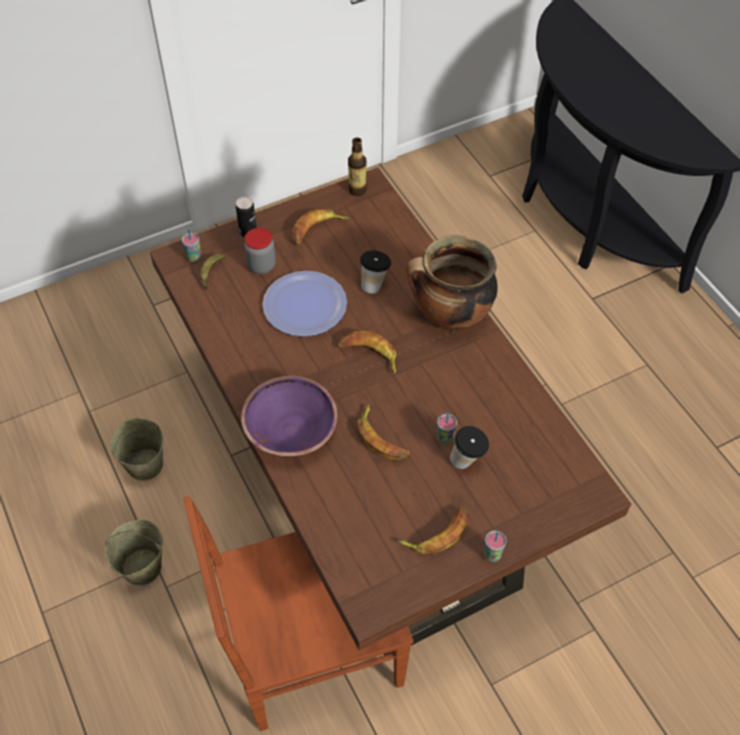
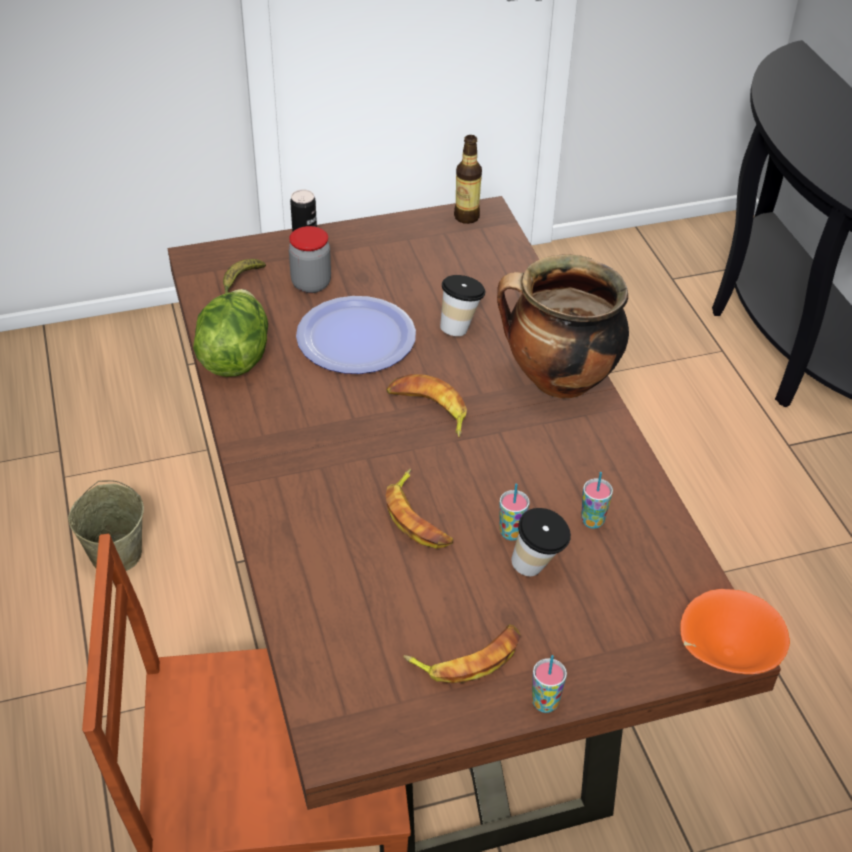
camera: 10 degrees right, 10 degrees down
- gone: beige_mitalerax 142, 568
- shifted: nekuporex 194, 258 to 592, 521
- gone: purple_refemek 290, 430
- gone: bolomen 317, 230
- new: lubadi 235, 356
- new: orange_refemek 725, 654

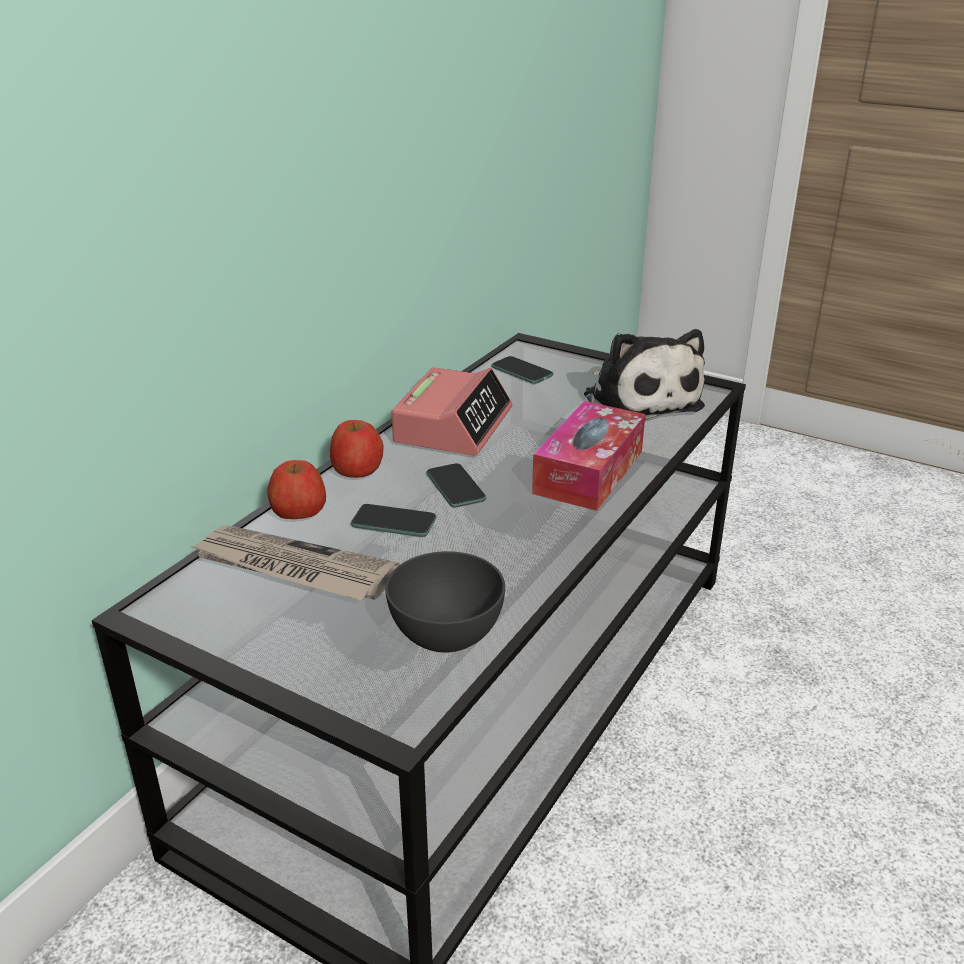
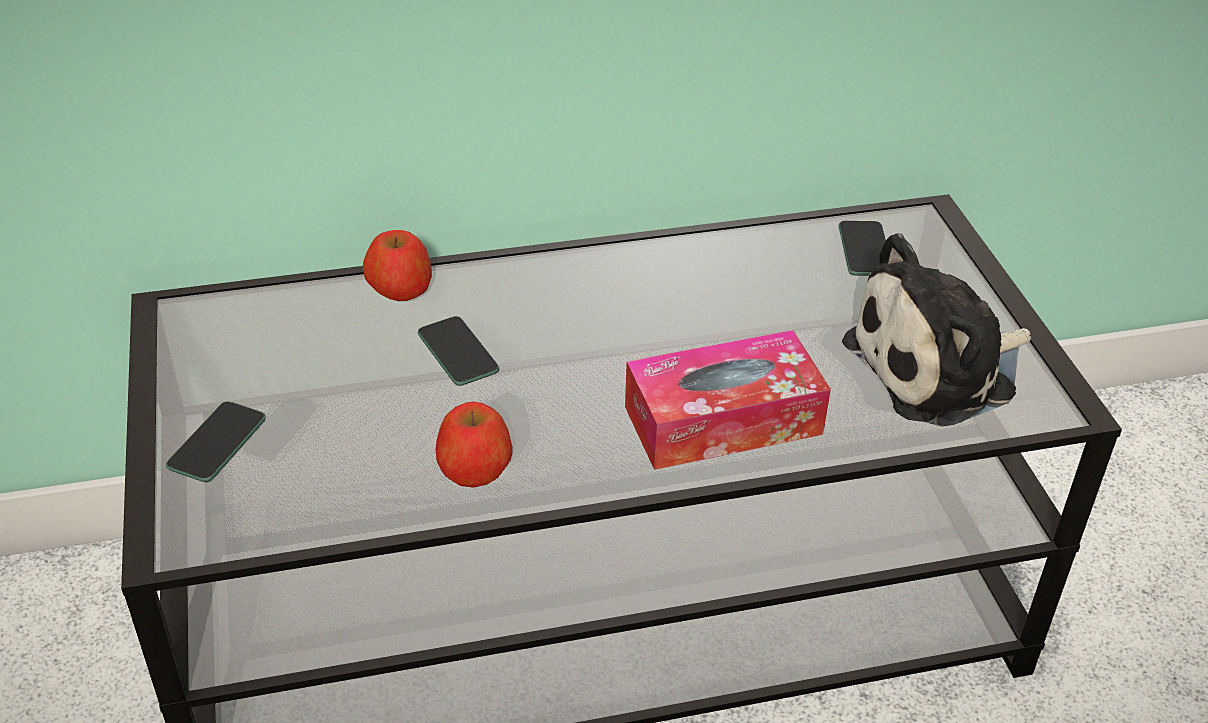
camera: 45 degrees right, 10 degrees up
- gone: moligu 293, 568
- shifted: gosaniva 357, 469 to 475, 468
- gone: grey_refemek 447, 636
- gone: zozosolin 453, 425
- shifted: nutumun 455, 487 to 217, 443
- rotated: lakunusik 639, 400 = 938, 368 45 degrees clockwise

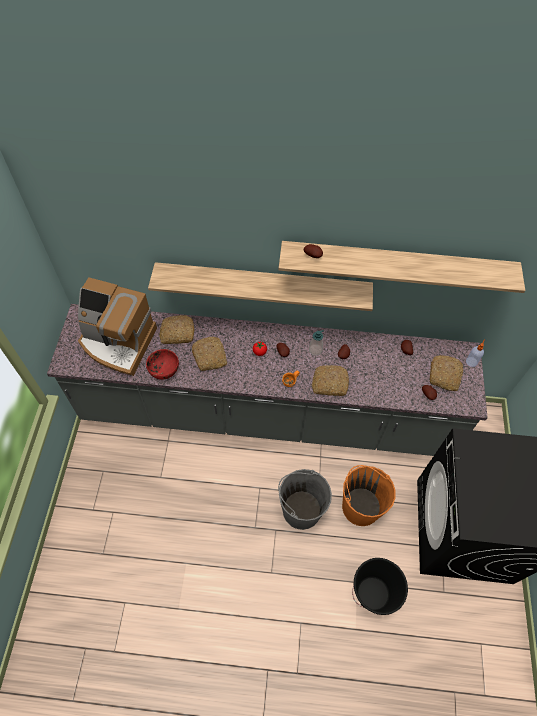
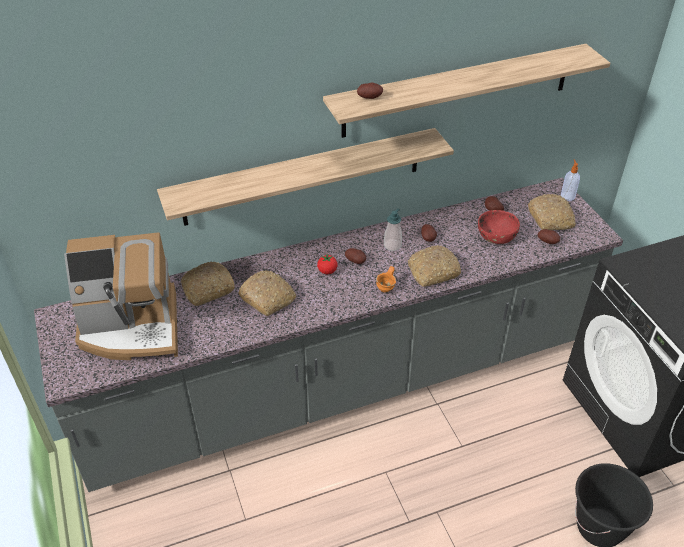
camera: 25 degrees left, 15 degrees down
- shifted: red_refemek 164, 369 to 496, 236
- gone: grey_mitalerax 301, 510
- gone: orange_mitalerax 360, 506

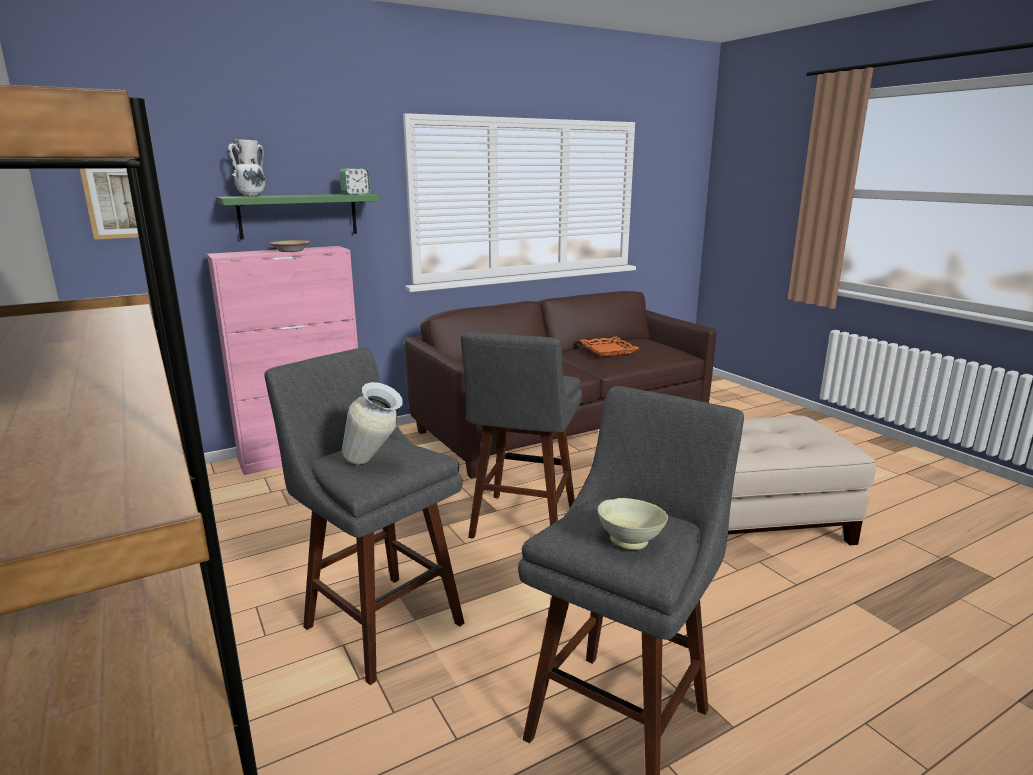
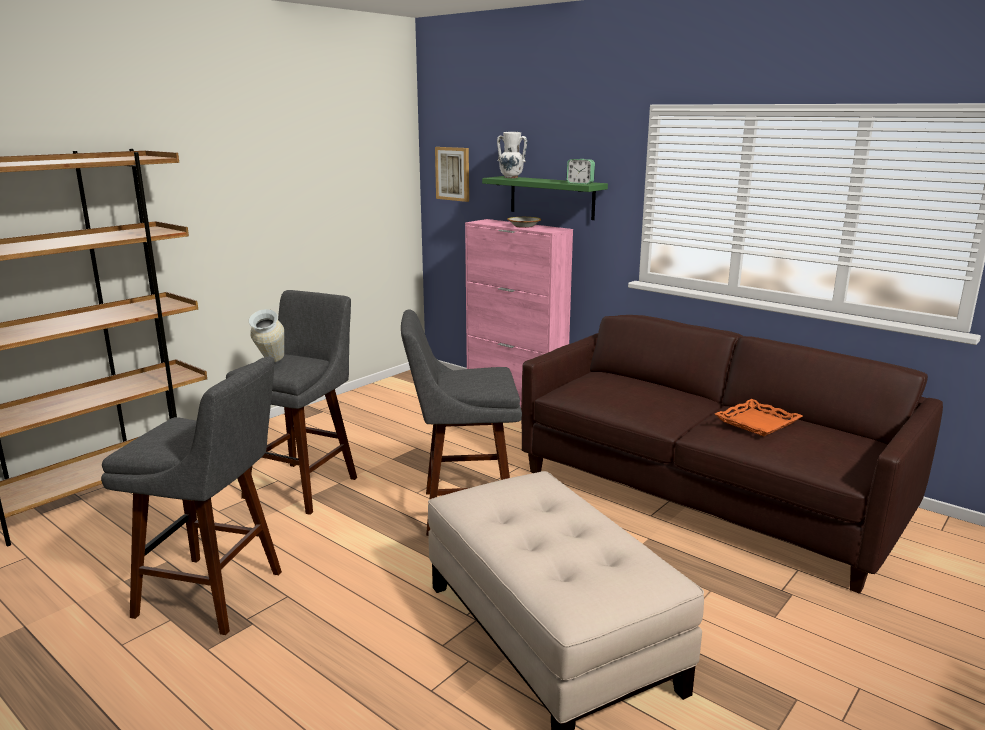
camera: 70 degrees right, 0 degrees up
- gone: beige_refemek 631, 541

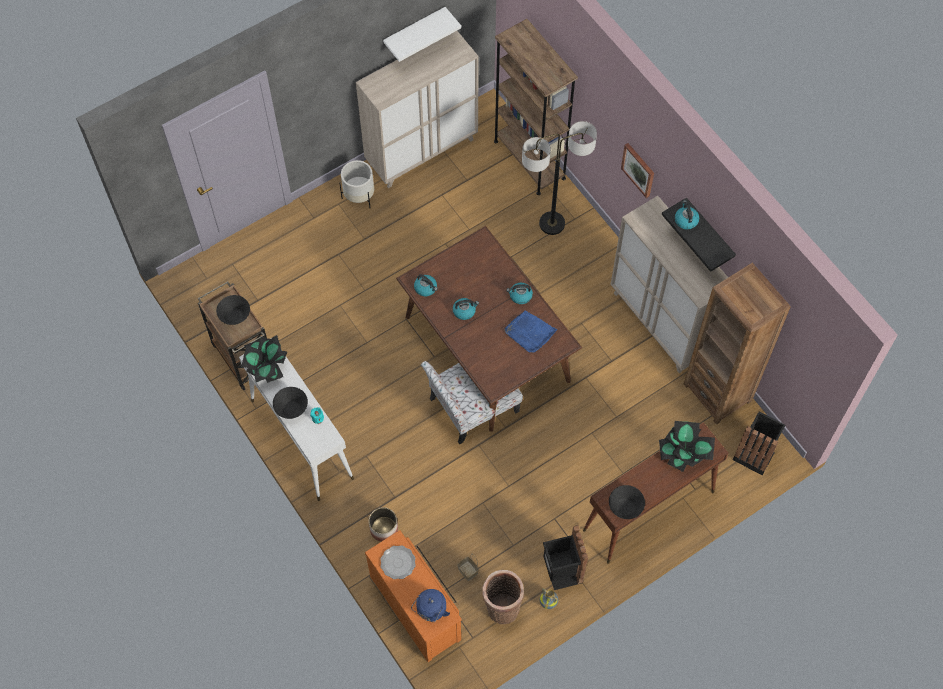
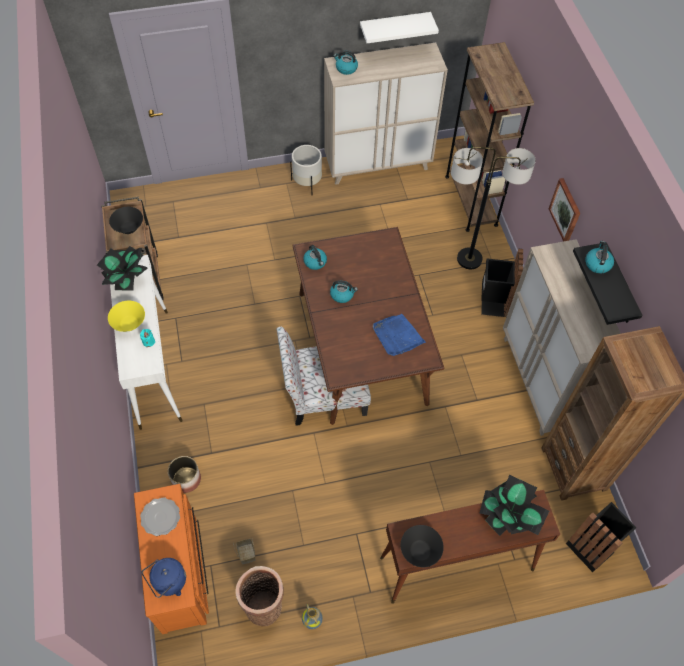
camera: 20 degrees right, 5 degrees down
- repainted: black_refemek 291, 408 to yellow_refemek 129, 324
- shifted: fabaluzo 520, 296 to 346, 68
- shifted: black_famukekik 561, 571 to 493, 303

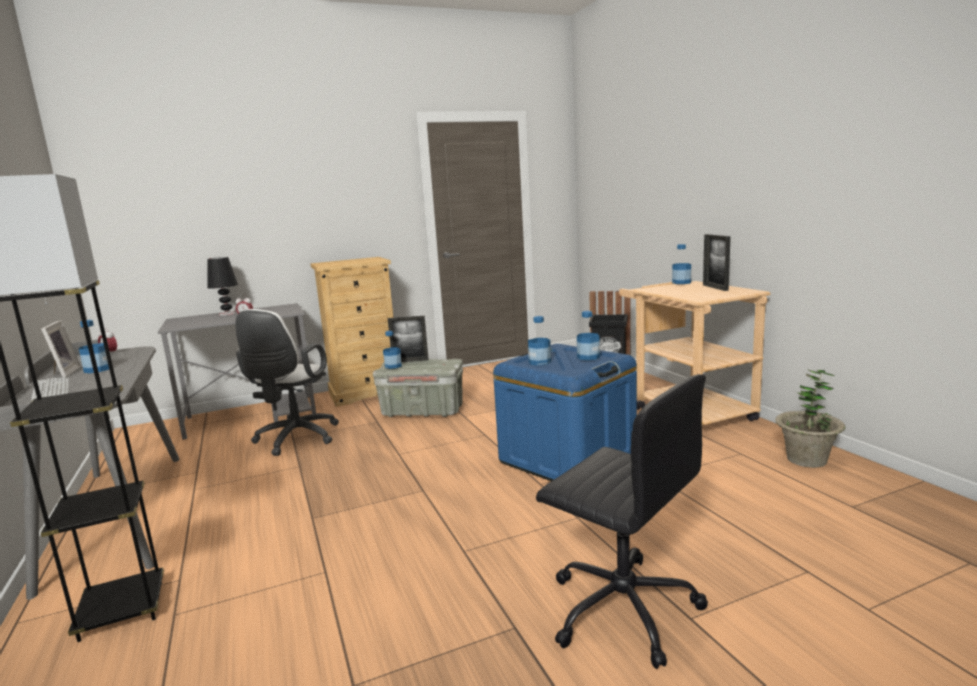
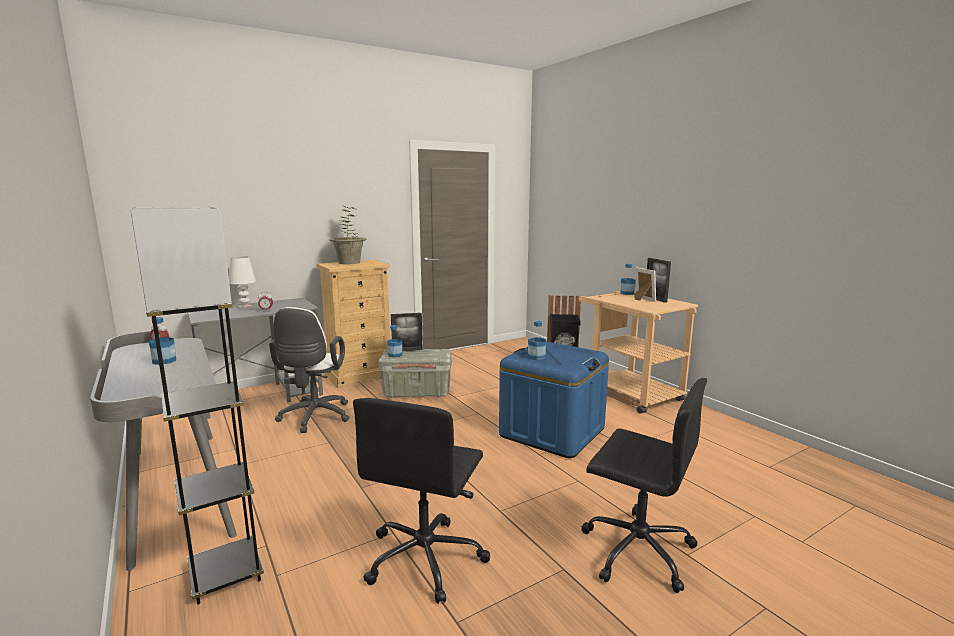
camera: 10 degrees left, 0 degrees up
- gone: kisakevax 51, 390
- shifted: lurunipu 63, 373 to 642, 300
- repainted: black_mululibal 227, 314 to white_mululibal 245, 306
- gone: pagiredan 588, 357
- shifted: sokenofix 806, 460 to 349, 262
- new: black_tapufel 426, 558

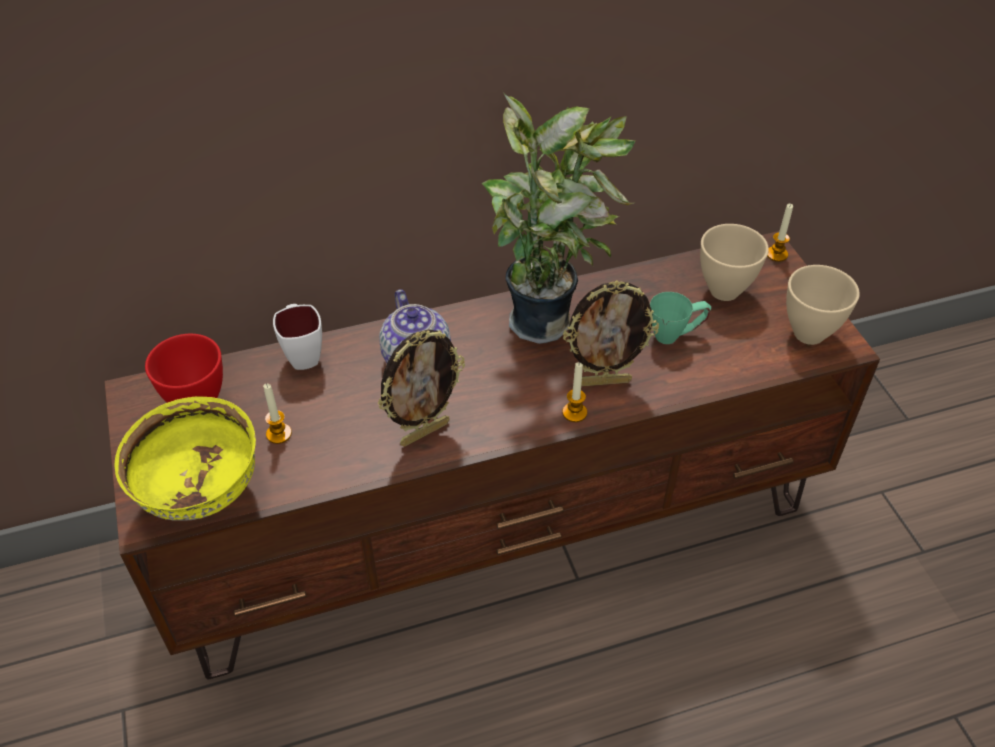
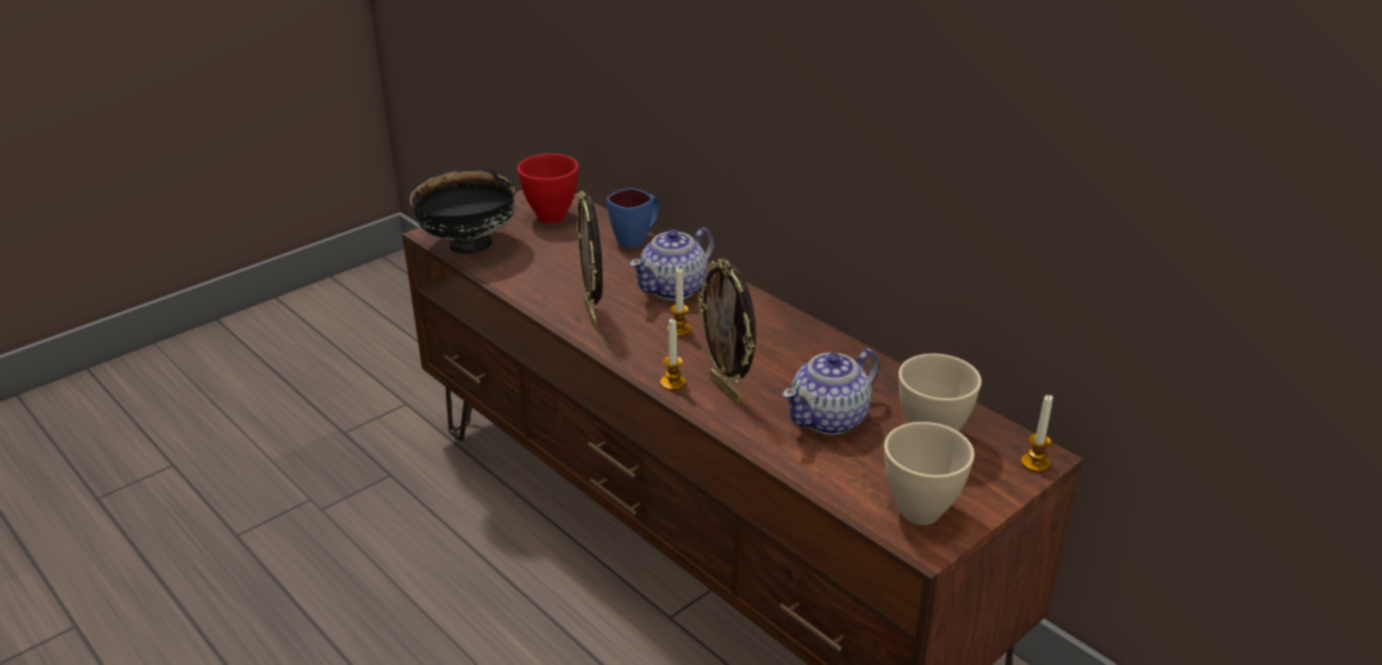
camera: 65 degrees right, 15 degrees down
- repainted: yellow_refemek 203, 496 to black_refemek 468, 245
- shifted: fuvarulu 279, 434 to 679, 330
- repainted: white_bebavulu 302, 353 to blue_bebavulu 637, 239
- rotated: lurunipu 424, 432 = 593, 314 45 degrees clockwise
- gone: sokenofix 546, 320
- swapped: green_bebavulu 675, 335 to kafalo 830, 419

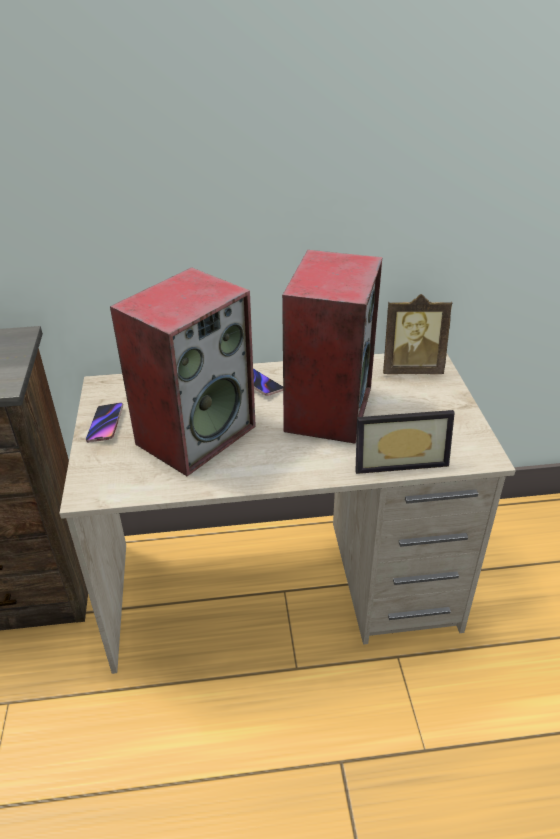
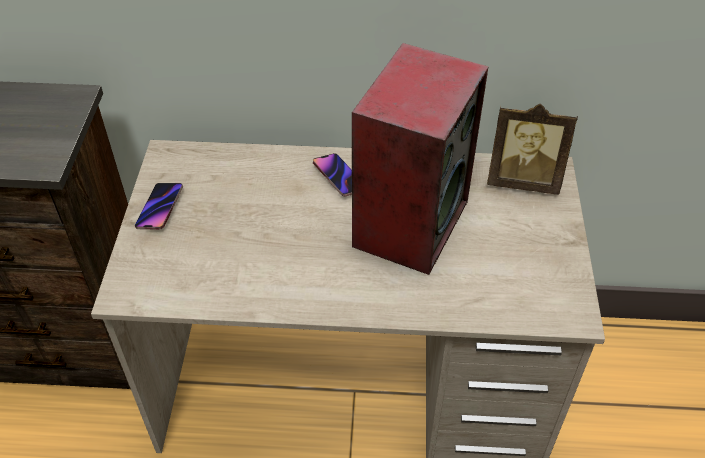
camera: 10 degrees right, 10 degrees up
- gone: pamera 196, 433
- gone: lurunipu 398, 459

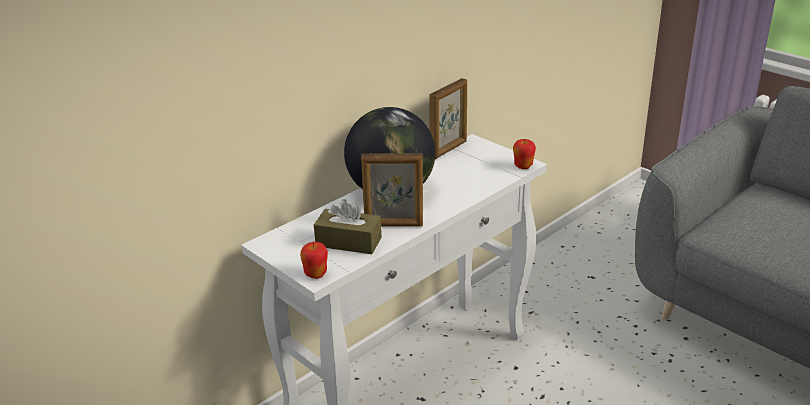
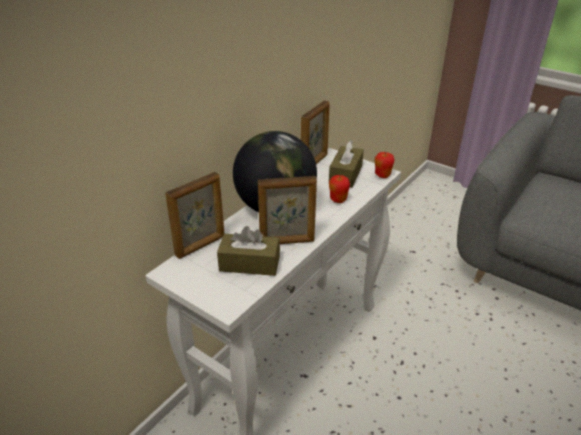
camera: 10 degrees left, 5 degrees up
- shifted: gosaniva 315, 274 to 338, 200
- new: lurunipu 201, 246
- new: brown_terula 345, 174

